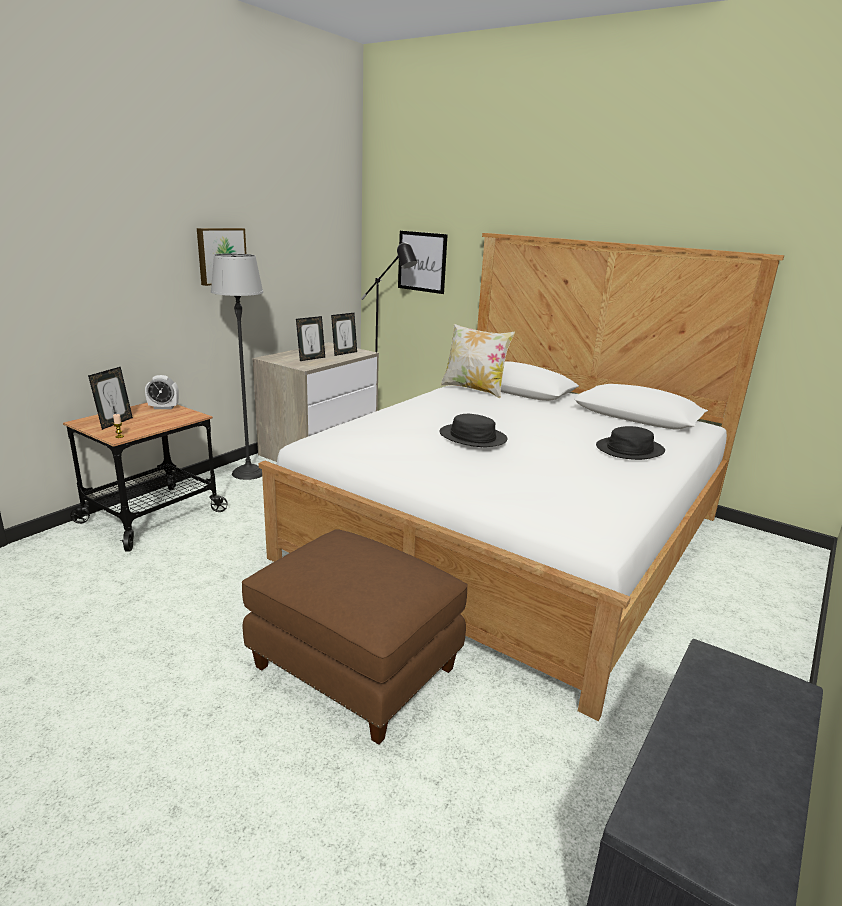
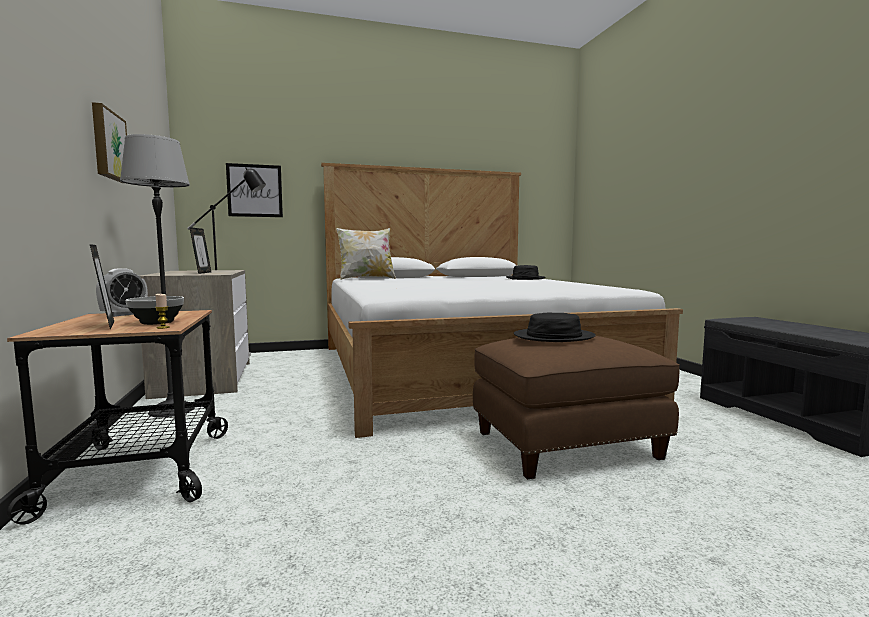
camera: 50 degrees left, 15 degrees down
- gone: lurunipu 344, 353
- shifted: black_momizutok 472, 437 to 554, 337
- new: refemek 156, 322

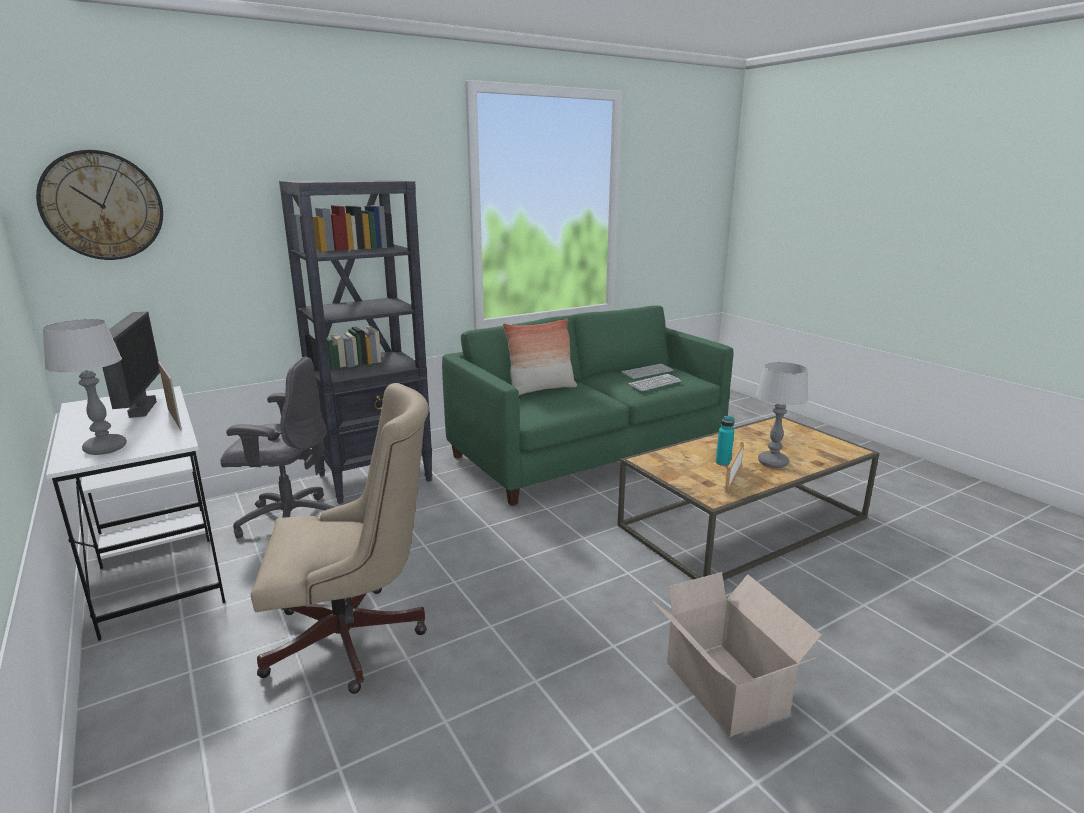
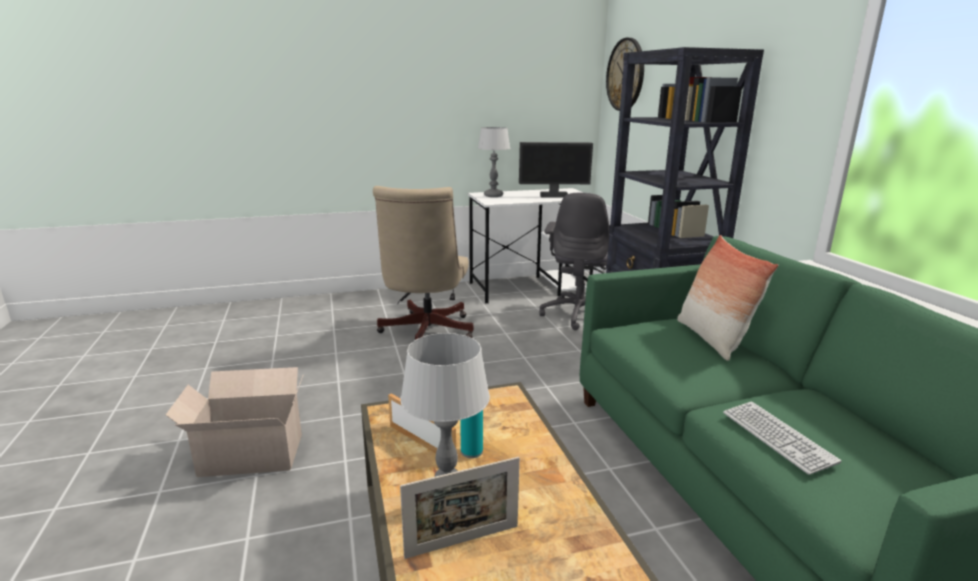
camera: 105 degrees right, 0 degrees up
- shifted: lurunipu 174, 419 to 462, 541
- gone: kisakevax 647, 372

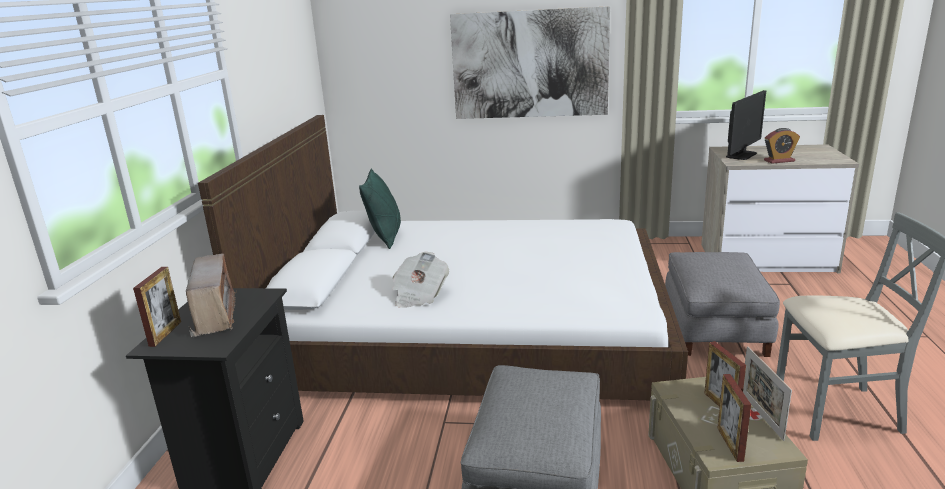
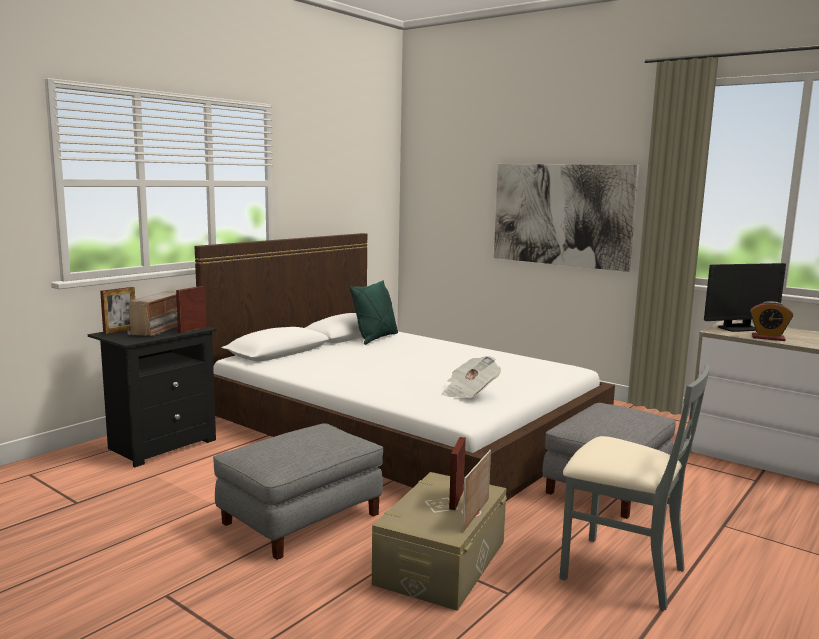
camera: 30 degrees right, 10 degrees down
- shifted: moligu 419, 295 to 469, 392
- shifted: lurunipu 730, 444 to 192, 329

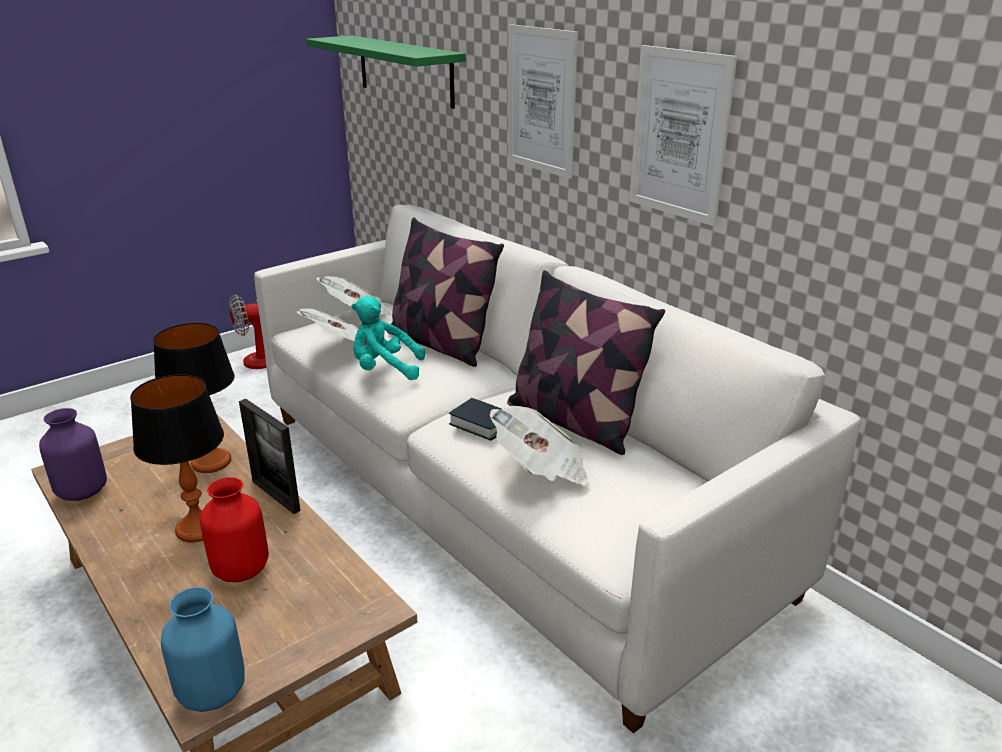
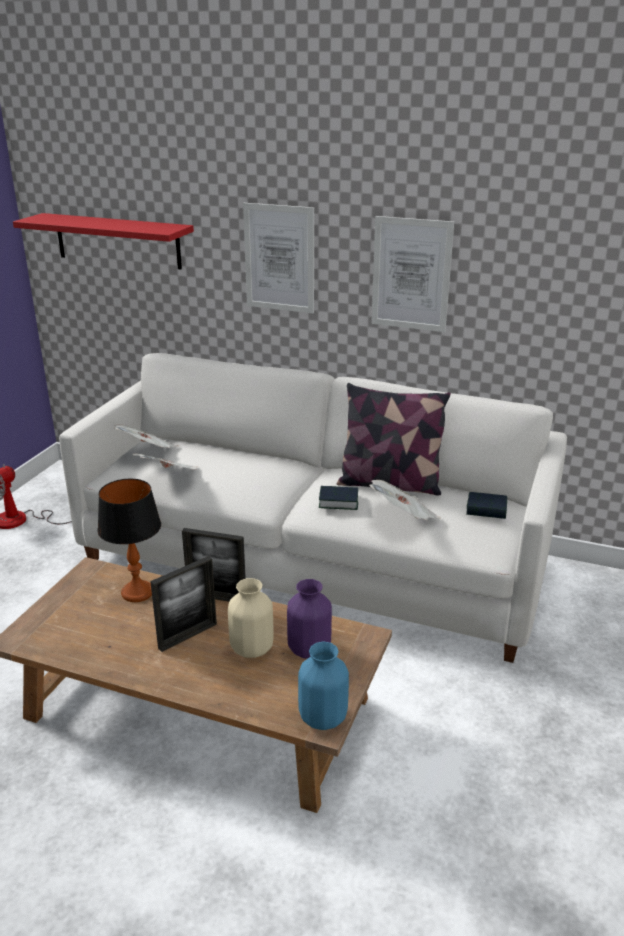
camera: 30 degrees left, 0 degrees up
- shifted: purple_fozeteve 83, 491 to 309, 649
- swapped: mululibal 199, 528 to lurunipu 188, 636
- repainted: red_fozeteve 240, 569 to beige_fozeteve 251, 649
- repainted: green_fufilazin 405, 70 to red_fufilazin 117, 241
- gone: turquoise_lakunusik 385, 370
- gone: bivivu 440, 344
- new: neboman 486, 510

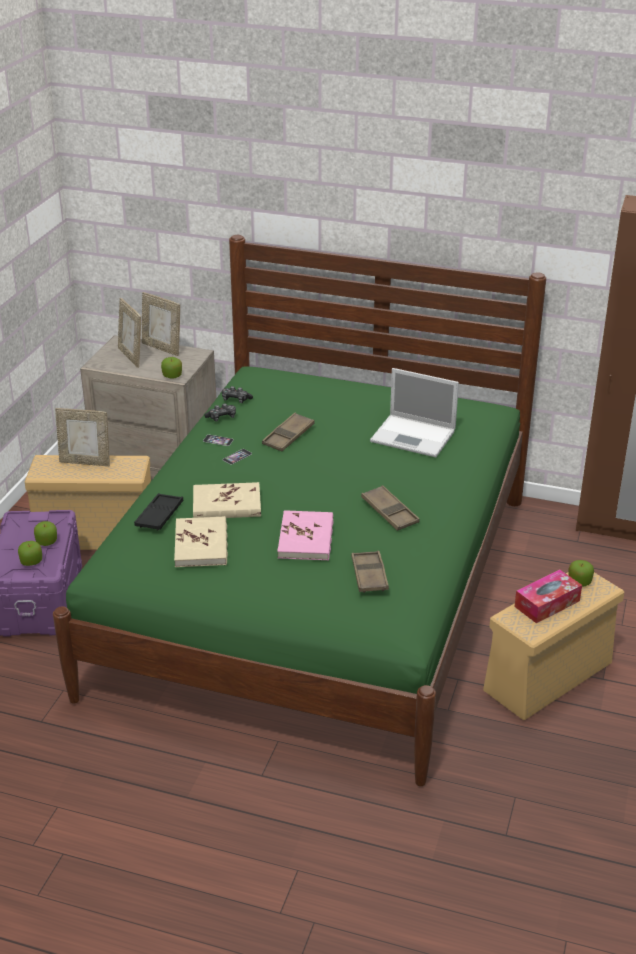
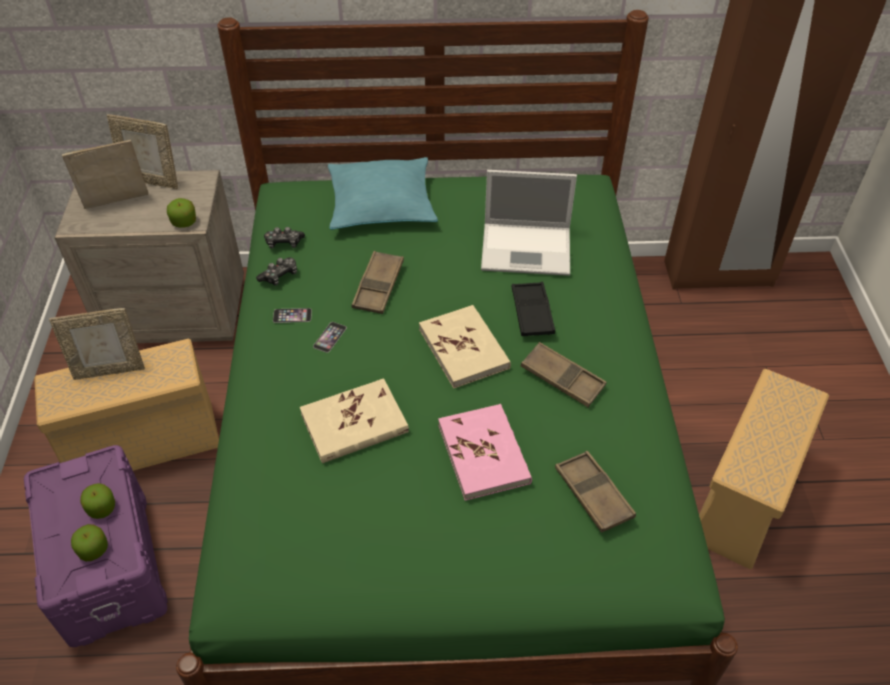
camera: 20 degrees left, 15 degrees up
- rotated: lurunipu 131, 357 = 117, 203 120 degrees clockwise
- shifted: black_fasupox 159, 516 to 532, 313
- shifted: beige_neboman 201, 545 to 464, 348
- gone: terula 547, 604
- gone: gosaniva 579, 581
- new: turquoise_bivivu 381, 204

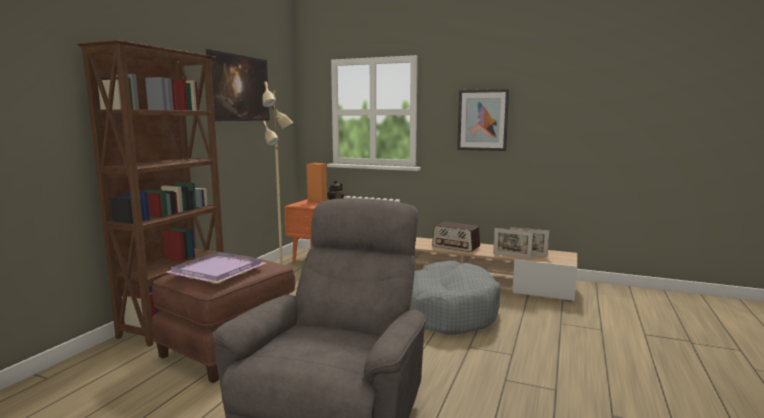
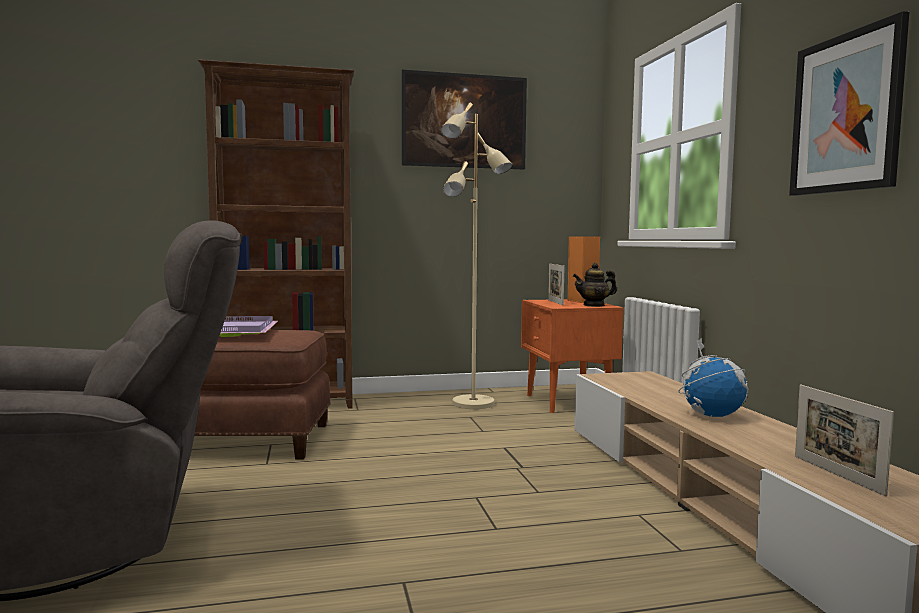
camera: 55 degrees right, 5 degrees down
- gone: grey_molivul 449, 311
- swapped: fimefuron 456, 246 to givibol 712, 415
- shifted: lurunipu 512, 256 to 555, 302

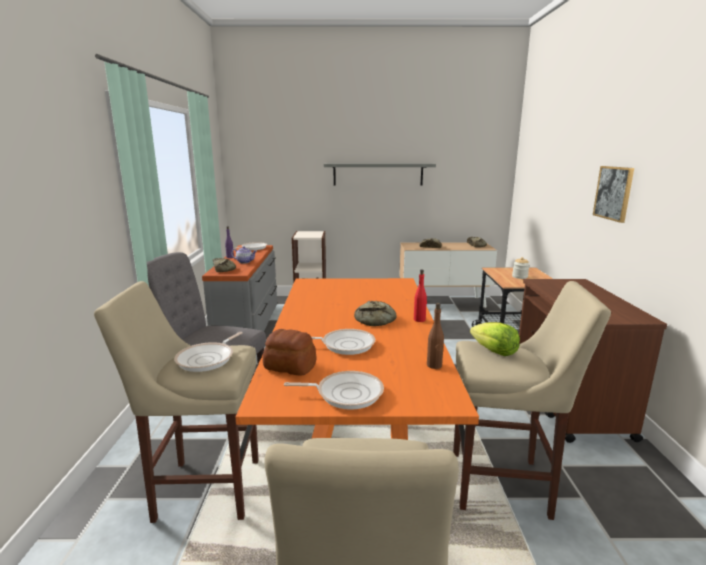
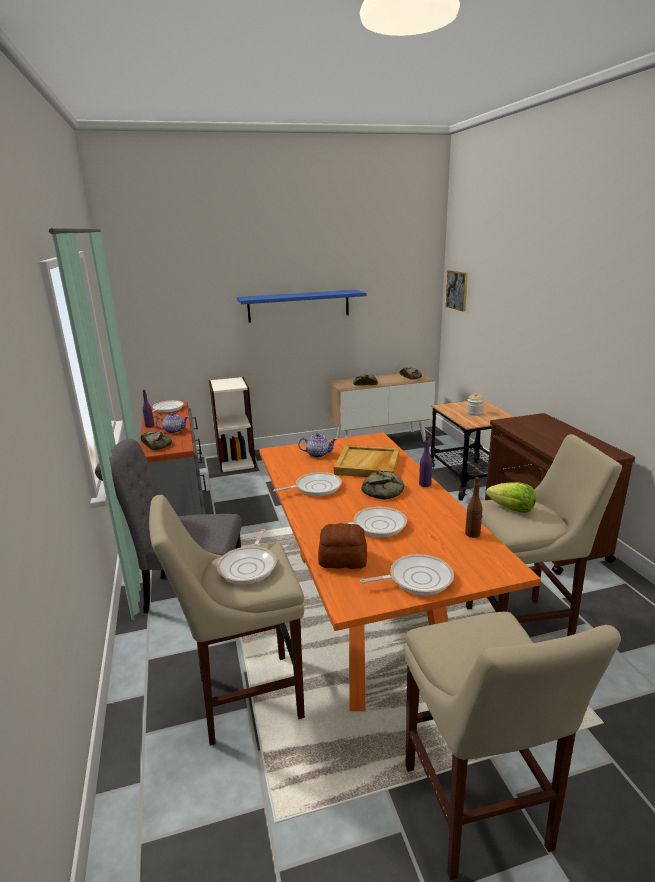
camera: 15 degrees left, 5 degrees up
- repainted: grey_fufilazin 378, 174 to blue_fufilazin 299, 306
- repainted: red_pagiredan 419, 319 to purple_pagiredan 425, 484
- shifted: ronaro 613, 193 to 457, 290
- new: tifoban 315, 487
- new: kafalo 318, 454
- new: beige_fasupox 368, 465

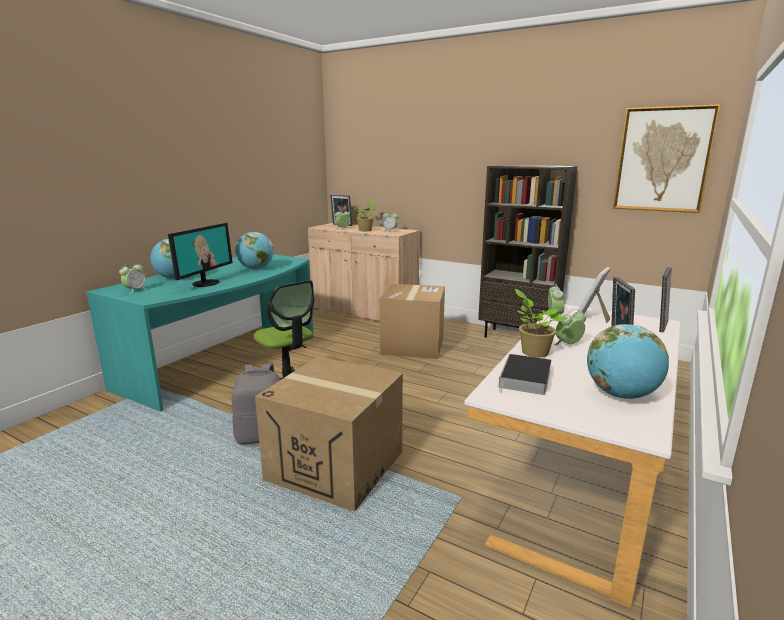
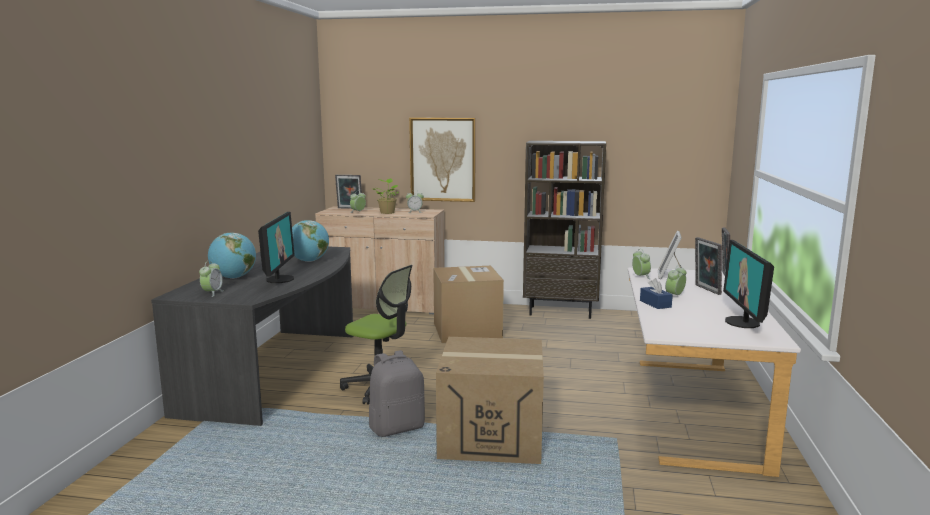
camera: 20 degrees left, 5 degrees down
- repainted: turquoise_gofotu 226, 362 to grey_gofotu 279, 371
- gone: neboman 525, 379
- swapped: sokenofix 533, 352 to blue_terula 655, 304
- swapped: givibol 621, 395 to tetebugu 743, 322
- shifted: ronaro 663, 160 to 443, 159

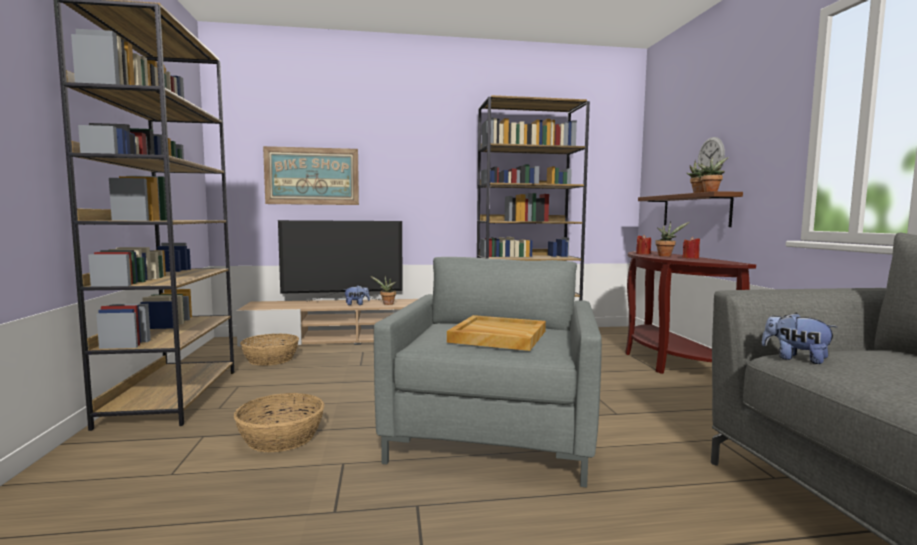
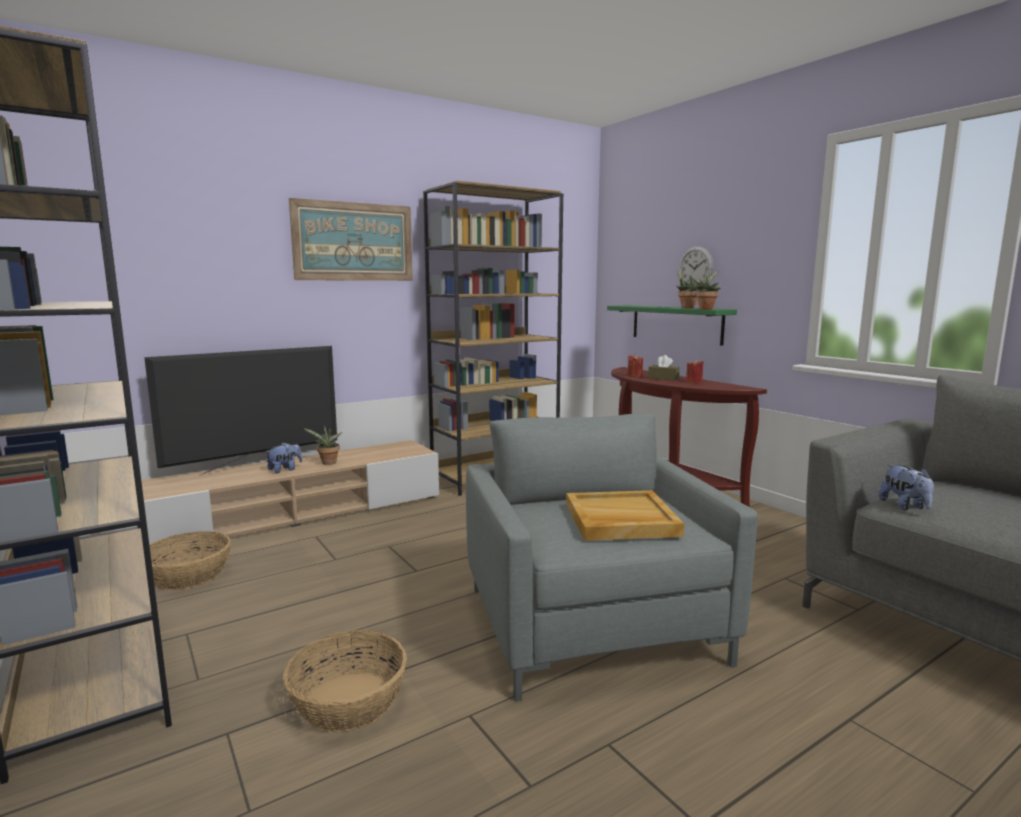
camera: 25 degrees left, 5 degrees up
- shifted: ronaro 312, 176 to 354, 242
- repainted: brown_fufilazin 695, 210 to green_fufilazin 676, 324
- swapped: sokenofix 666, 256 to brown_terula 663, 378
- rotated: lakunusik 795, 358 = 905, 506 120 degrees counterclockwise

